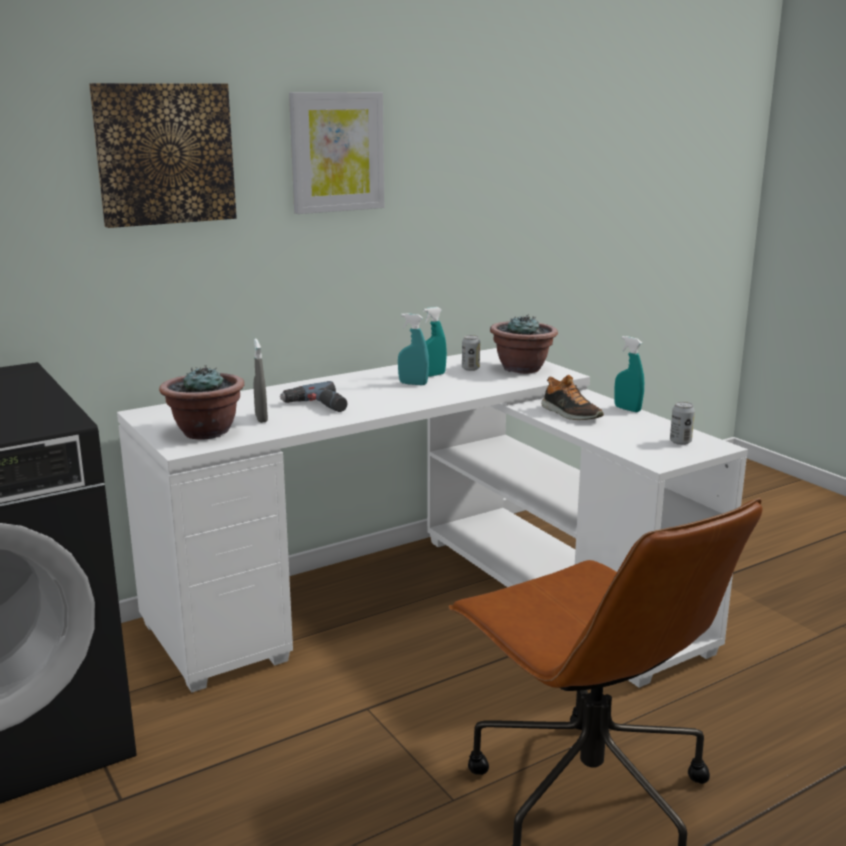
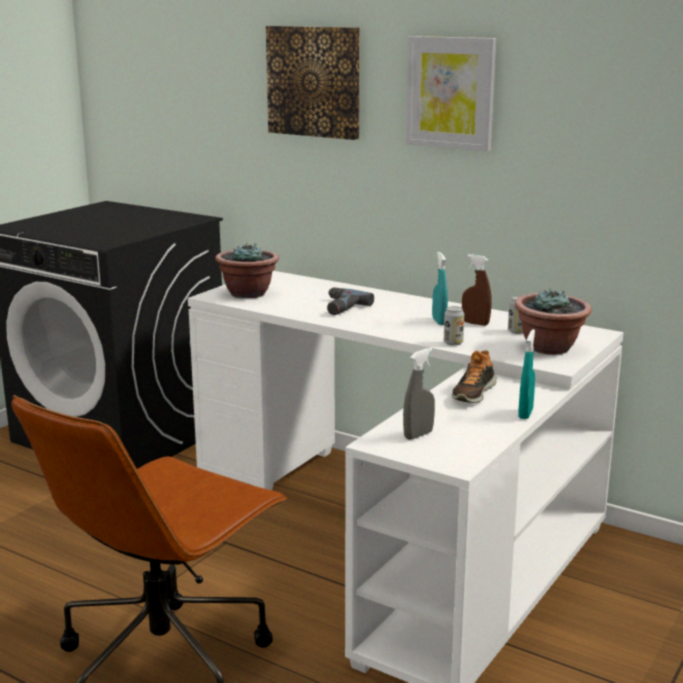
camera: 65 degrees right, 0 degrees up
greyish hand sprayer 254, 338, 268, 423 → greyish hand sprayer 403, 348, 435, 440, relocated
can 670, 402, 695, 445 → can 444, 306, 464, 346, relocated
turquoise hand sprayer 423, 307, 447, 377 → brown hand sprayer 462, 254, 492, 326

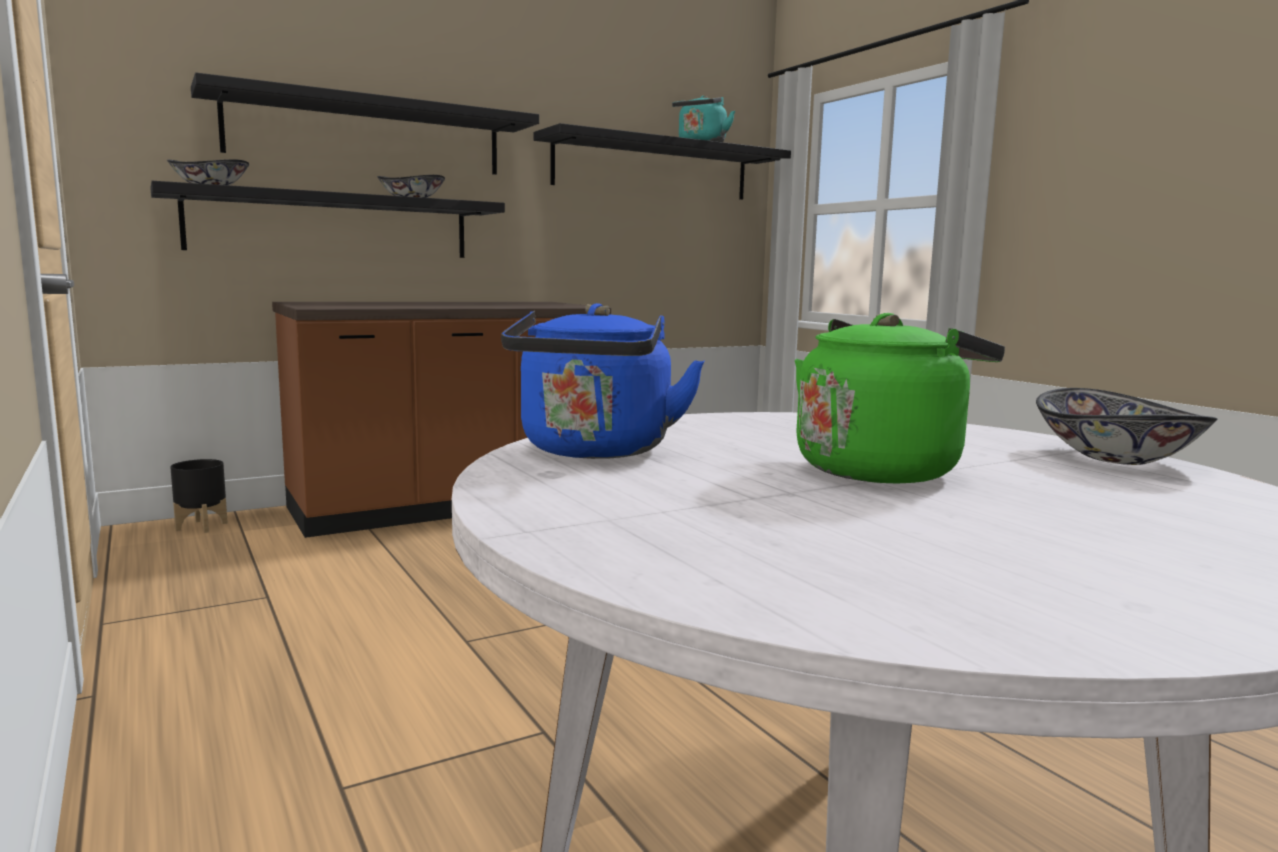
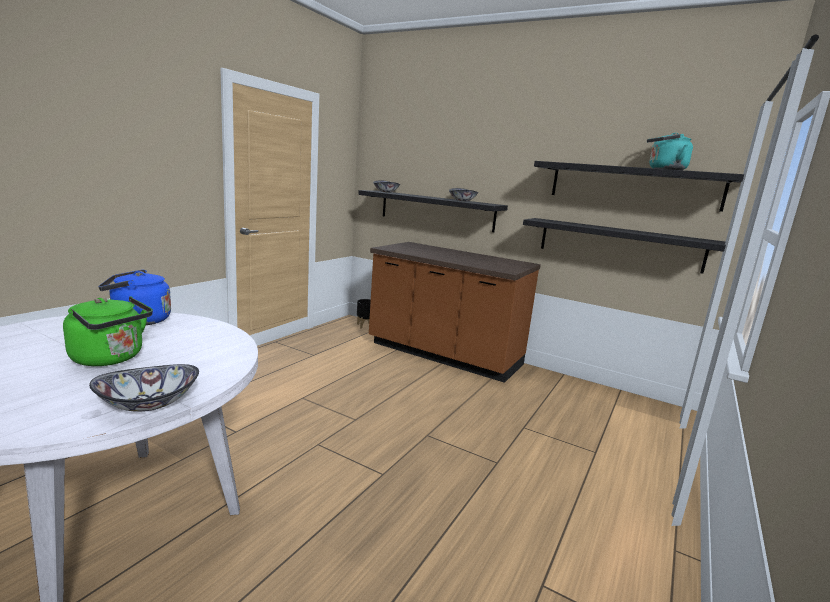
camera: 60 degrees right, 5 degrees up
black bracket shelf 191, 72, 539, 175 → black bracket shelf 523, 218, 726, 273, relocated

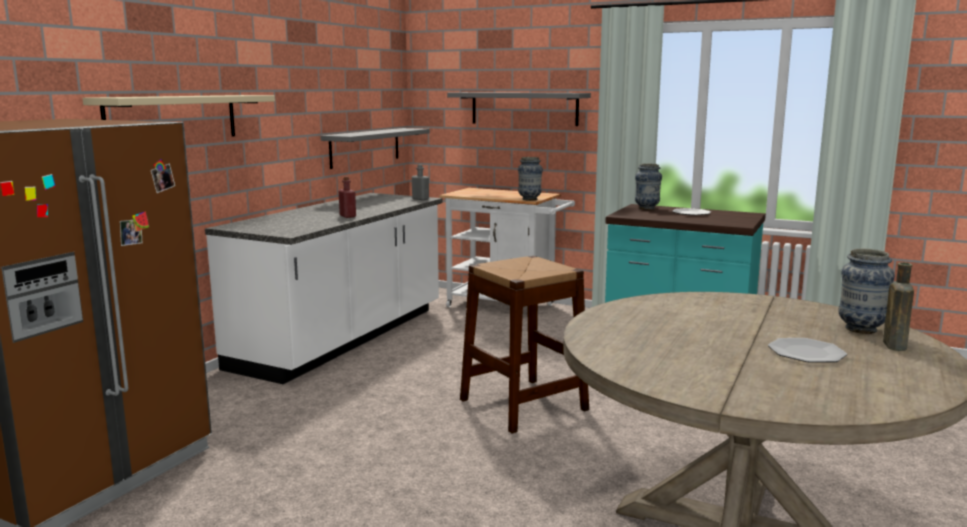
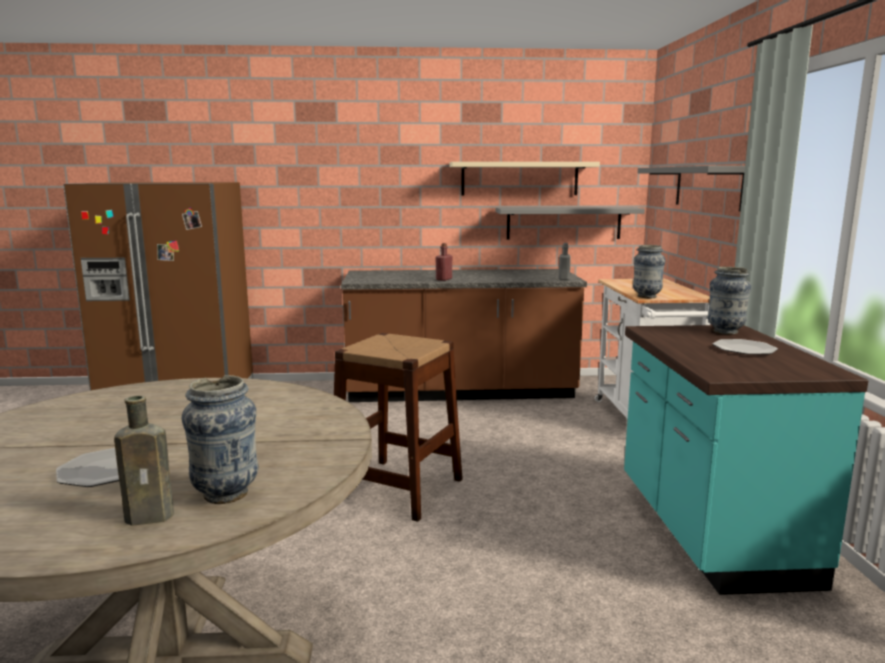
camera: 60 degrees right, 0 degrees up
beige bracket shelf 82, 95, 275, 137 → beige bracket shelf 449, 162, 600, 195, relocated
whitish counter 205, 193, 443, 384 → brown counter 341, 269, 587, 402

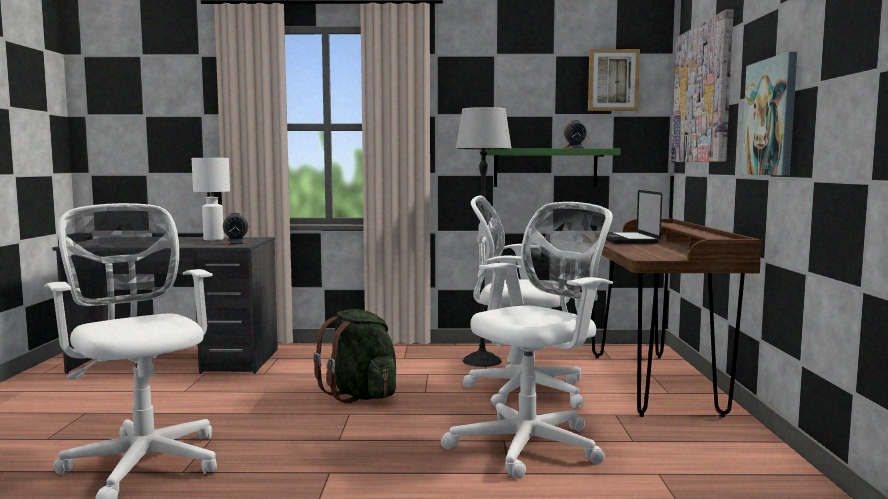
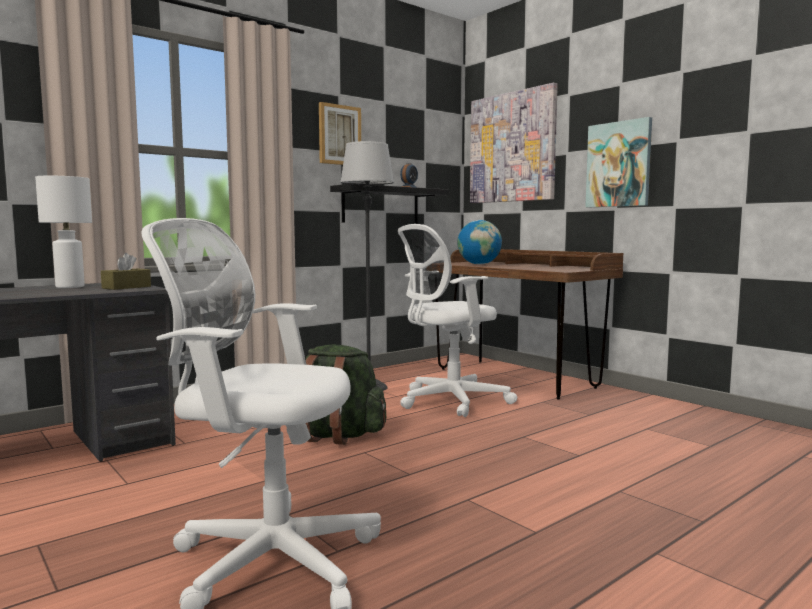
camera: 40 degrees left, 0 degrees up
whitish office chair 440, 202, 613, 479 → -
wall art 588, 49, 640, 111 → wall art 319, 102, 361, 165, relocated
table clock 223, 213, 249, 245 → brown box of tissues 101, 253, 151, 290
laptop 606, 190, 662, 244 → globe 457, 220, 502, 265
green-coloured bracket shelf 480, 148, 621, 187 → black bracket shelf 330, 184, 448, 223

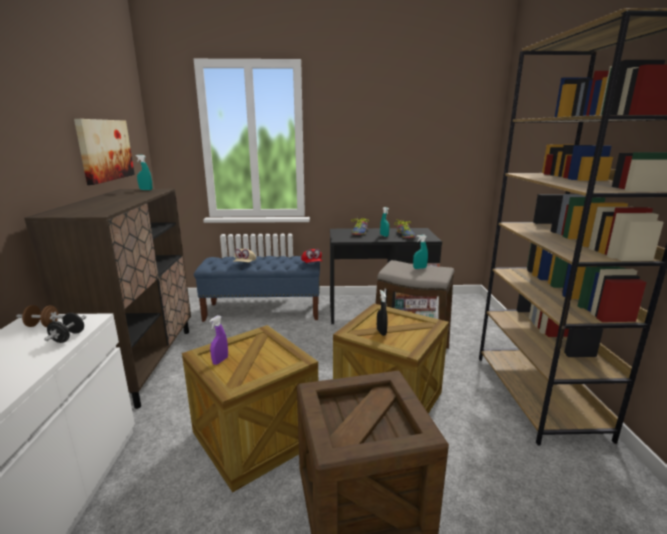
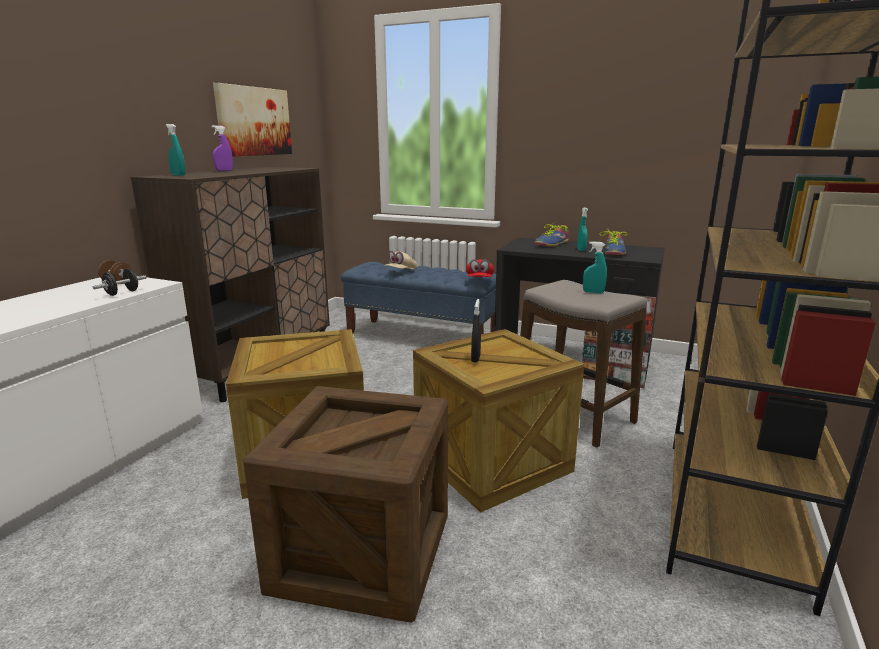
camera: 25 degrees right, 0 degrees up
turquoise hand sprayer 135, 155, 153, 190 → turquoise hand sprayer 166, 124, 185, 176, relocated
purplish hand sprayer 209, 315, 228, 365 → purplish hand sprayer 211, 125, 233, 171, relocated

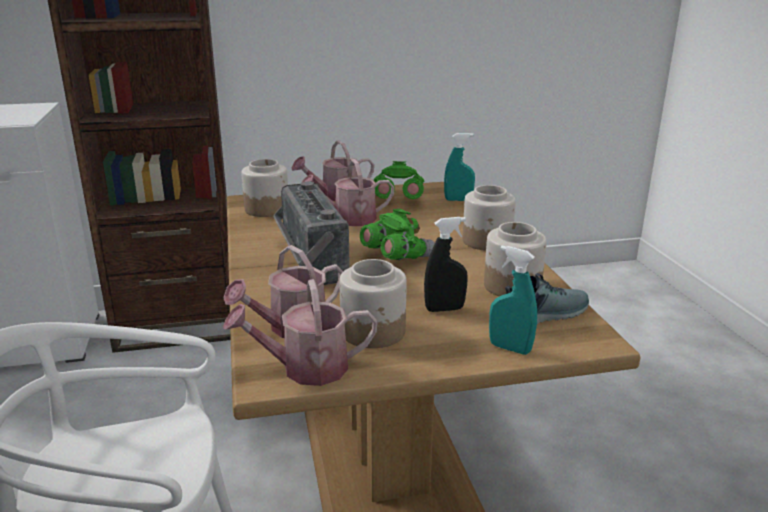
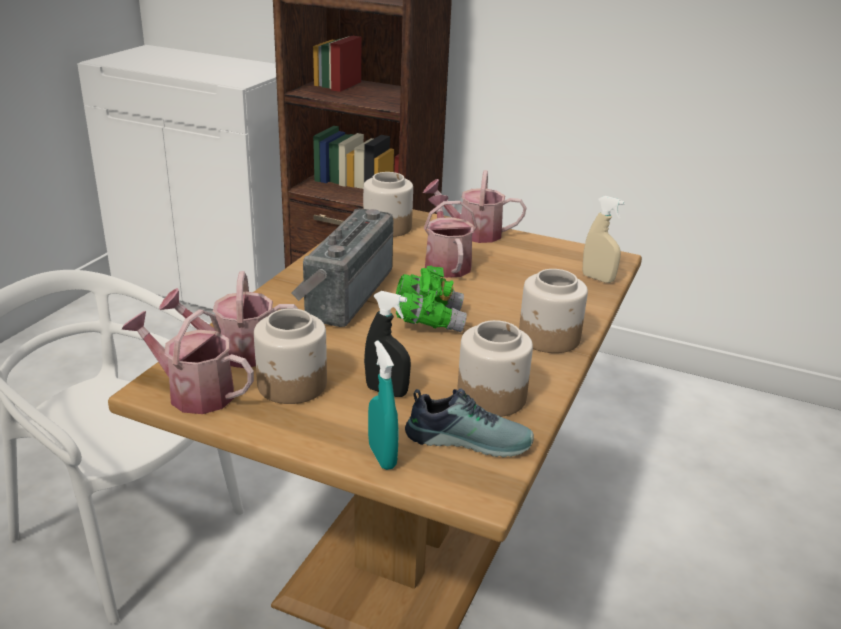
camera: 35 degrees right, 5 degrees up
green-coloured pair of binoculars 374, 161, 425, 199 → -
turquoise hand sprayer 444, 133, 475, 201 → beige hand sprayer 582, 196, 625, 283
watering can 302, 159, 394, 226 → watering can 424, 195, 477, 278, 60 degrees clockwise

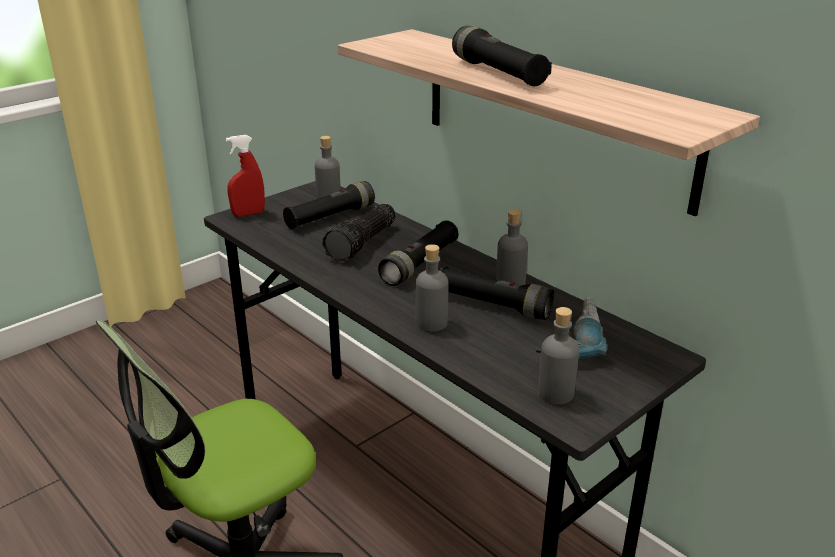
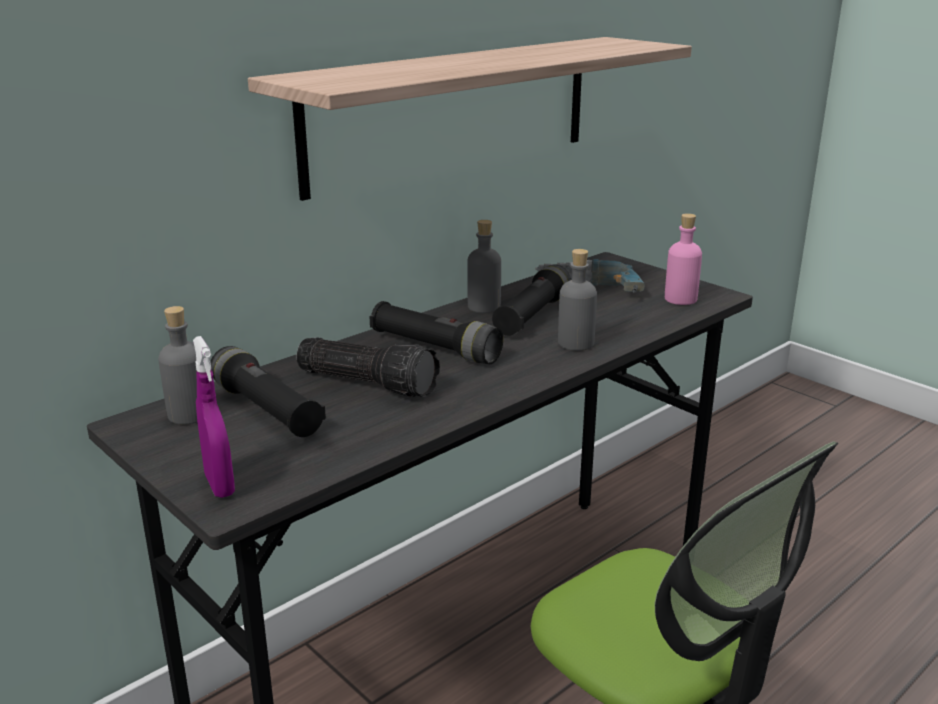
camera: 90 degrees left, 5 degrees down
black hand torch 452, 26, 552, 86 → -
red-coloured hand sprayer 226, 135, 265, 217 → purplish hand sprayer 193, 336, 235, 498
greyish beverage bottle 538, 307, 579, 405 → pink beverage bottle 665, 213, 702, 305

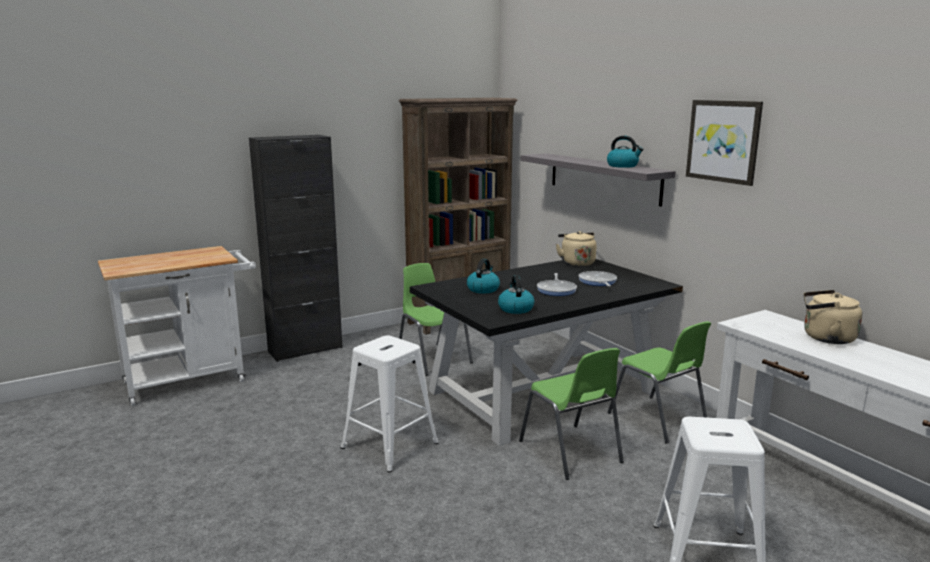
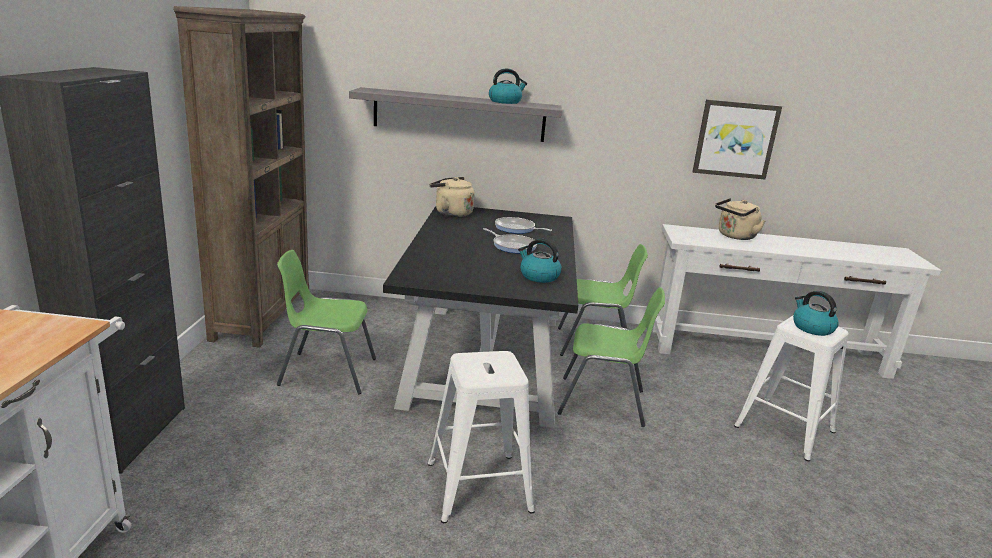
camera: 55 degrees left, 5 degrees up
kettle 467, 259, 500, 293 → kettle 793, 291, 839, 336, relocated
wall art 686, 100, 763, 186 → wall art 692, 99, 782, 179, relocated

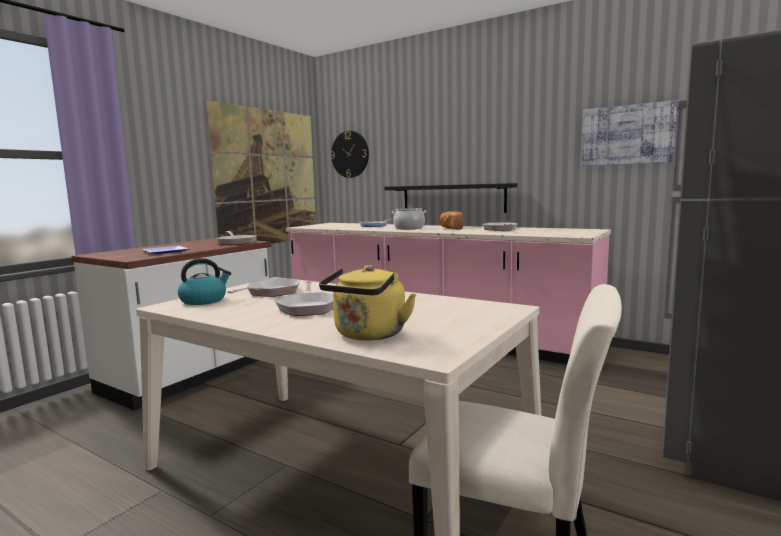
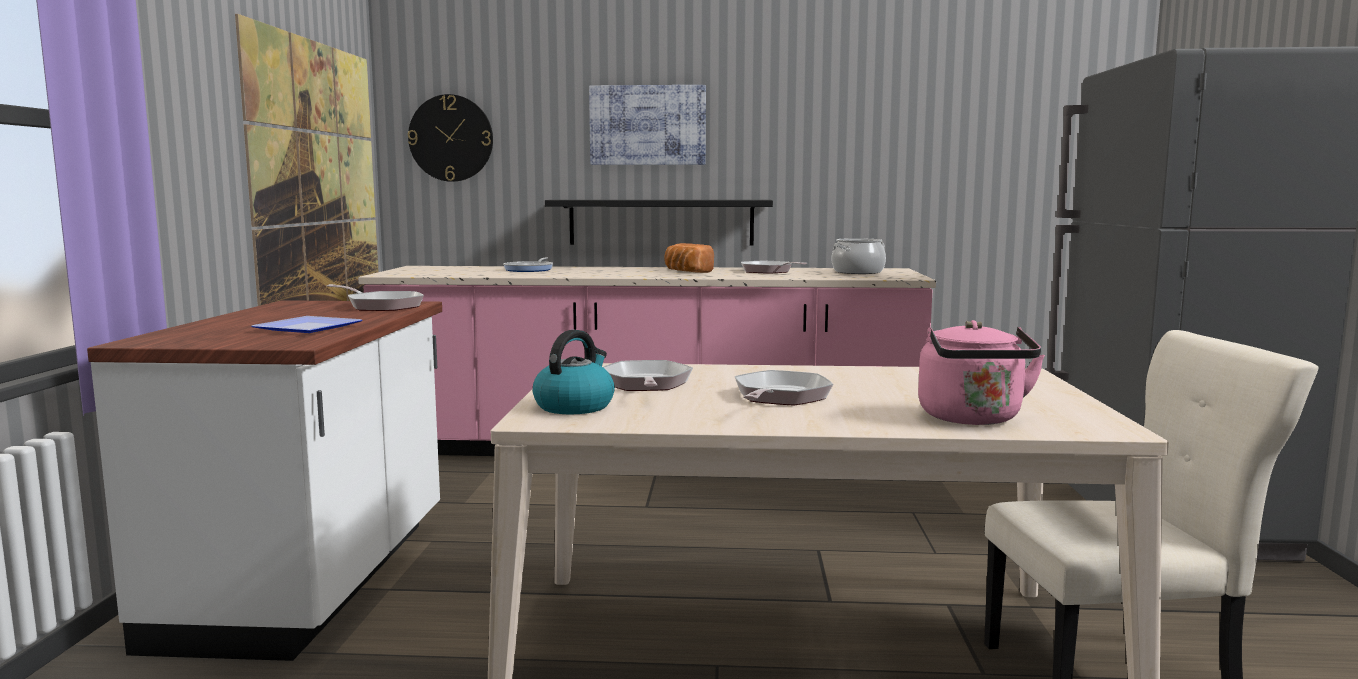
camera: 30 degrees left, 0 degrees up
saucepot 392, 208, 426, 229 → saucepot 832, 238, 886, 274, relocated
wall art 581, 100, 679, 166 → wall art 589, 85, 706, 165, relocated
yellow-coloured kettle 319, 265, 416, 341 → pink kettle 918, 320, 1045, 425
pan 275, 281, 334, 316 → pan 735, 370, 833, 406, 120 degrees counterclockwise

